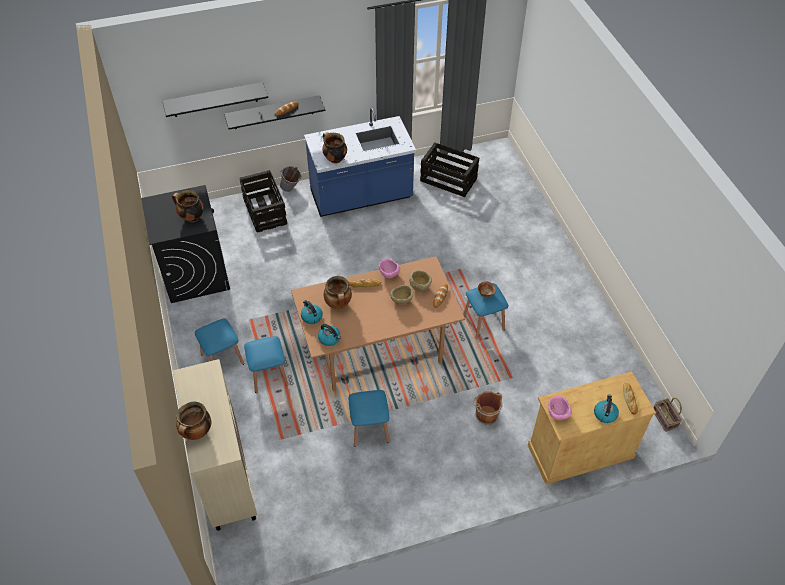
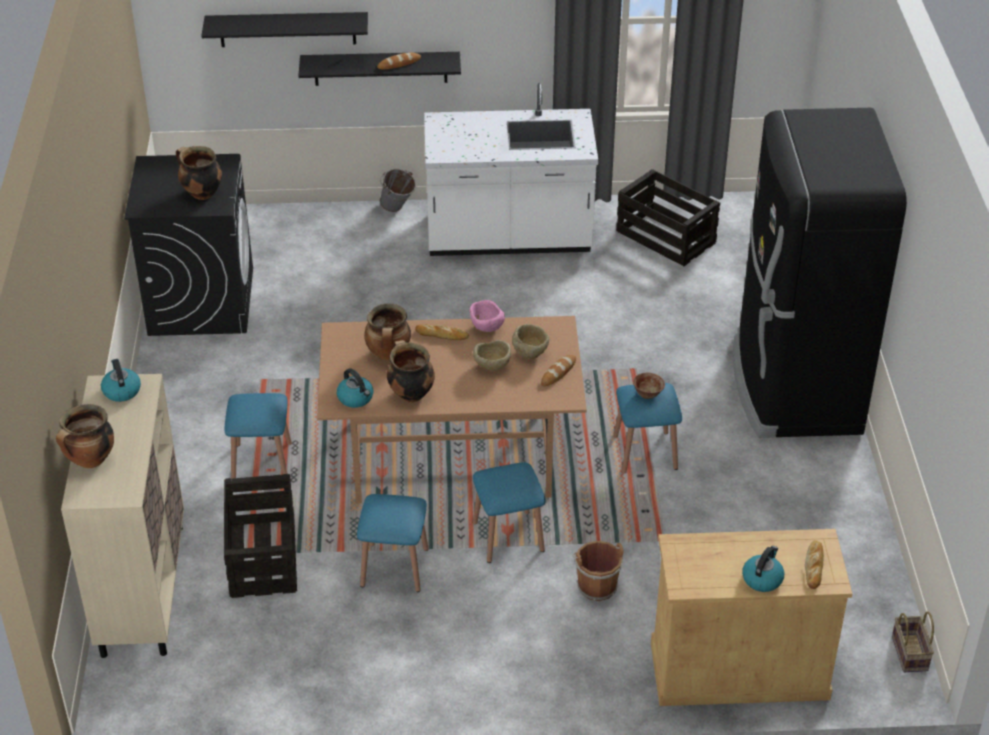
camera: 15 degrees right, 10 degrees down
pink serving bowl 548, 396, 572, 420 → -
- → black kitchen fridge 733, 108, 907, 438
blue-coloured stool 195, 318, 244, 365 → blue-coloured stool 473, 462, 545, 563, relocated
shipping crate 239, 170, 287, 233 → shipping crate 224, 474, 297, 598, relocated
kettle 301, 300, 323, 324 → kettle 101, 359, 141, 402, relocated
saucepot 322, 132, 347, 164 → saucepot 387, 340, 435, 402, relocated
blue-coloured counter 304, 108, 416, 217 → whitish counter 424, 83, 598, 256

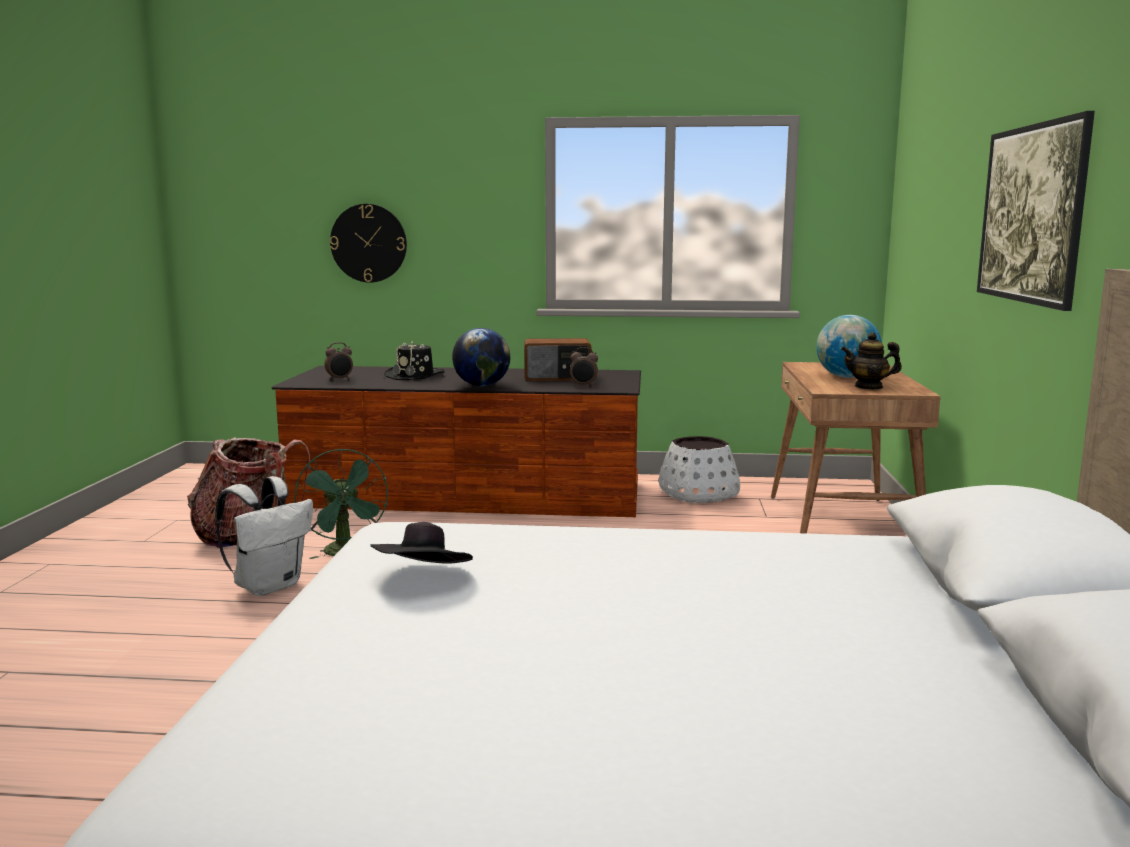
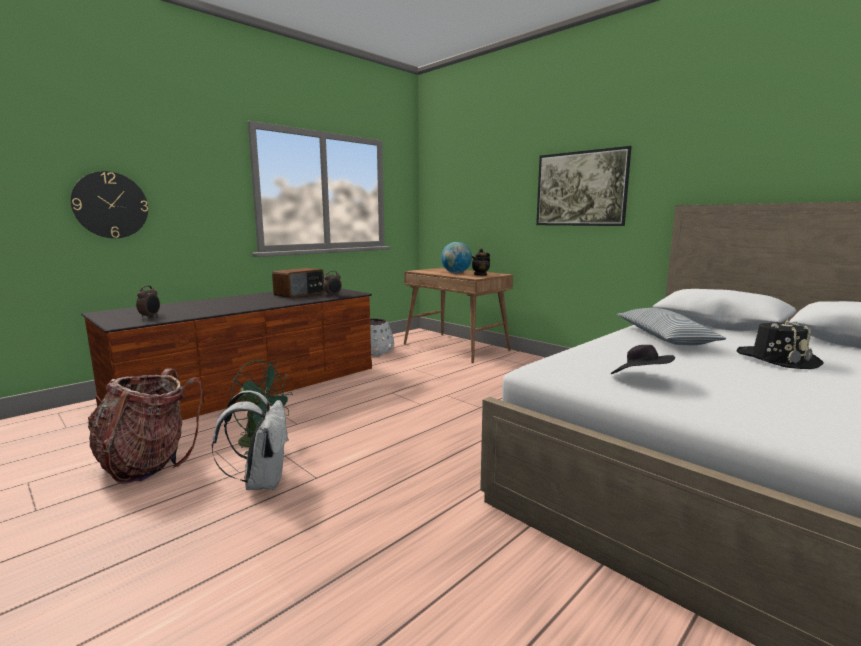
camera: 50 degrees left, 0 degrees up
globe 452, 328, 510, 386 → -
- → throw pillow 617, 308, 726, 345
black hat 384, 341, 445, 380 → black hat 737, 319, 824, 369, relocated

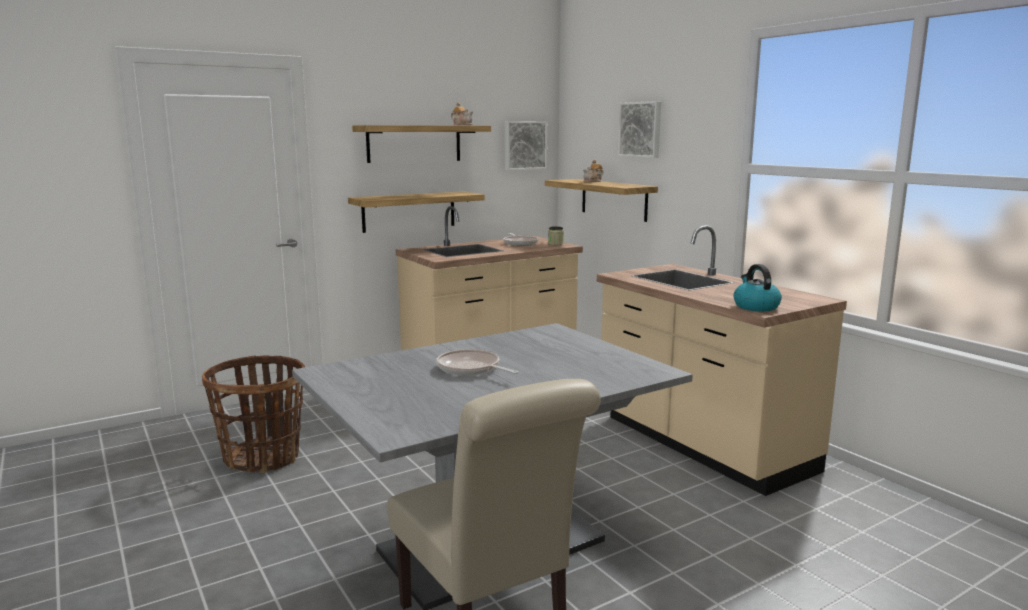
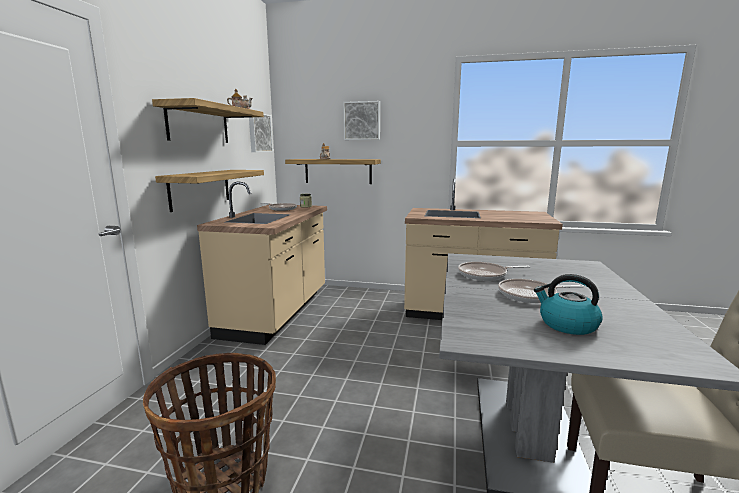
camera: 45 degrees left, 0 degrees up
- → pan 458, 262, 530, 281
kettle 734, 264, 782, 311 → kettle 534, 274, 603, 335, relocated

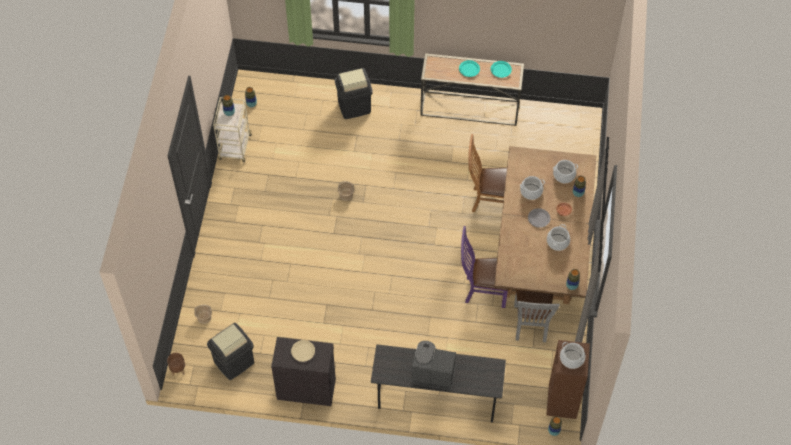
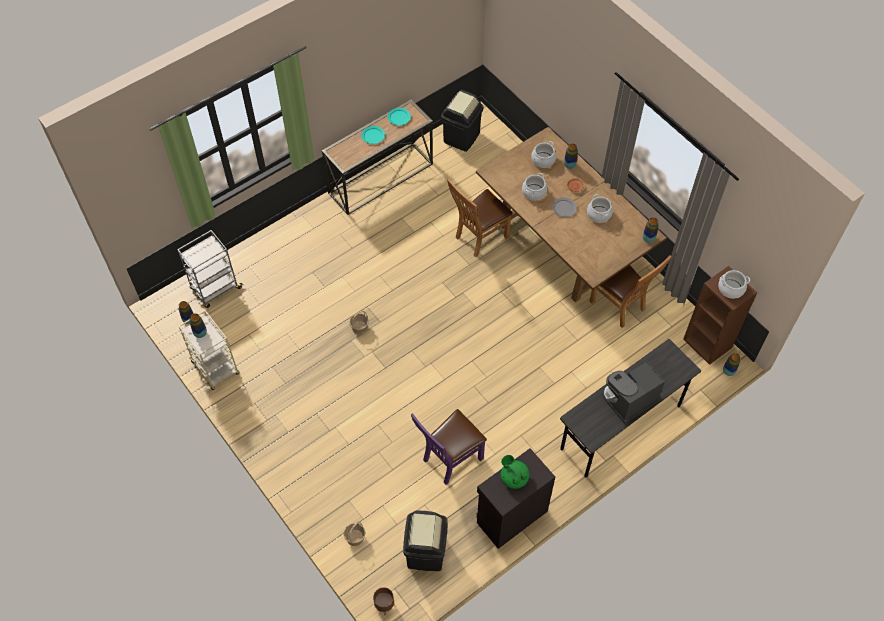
camera: 45 degrees left, 0 degrees up
- → greyish wheeled cart 177, 230, 243, 308
black rubbish bin 335, 68, 373, 119 → black rubbish bin 441, 90, 483, 152, relocated
purplish chair 461, 226, 510, 308 → purplish chair 411, 409, 487, 485, relocated
beige plate 291, 340, 315, 362 → green-coloured teapot 501, 455, 530, 489
greyish chair 514, 290, 560, 342 → brown chair 589, 256, 671, 328

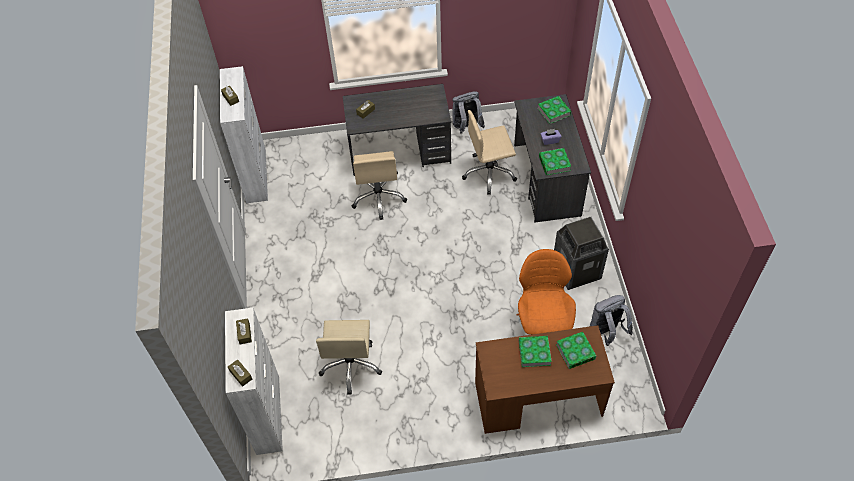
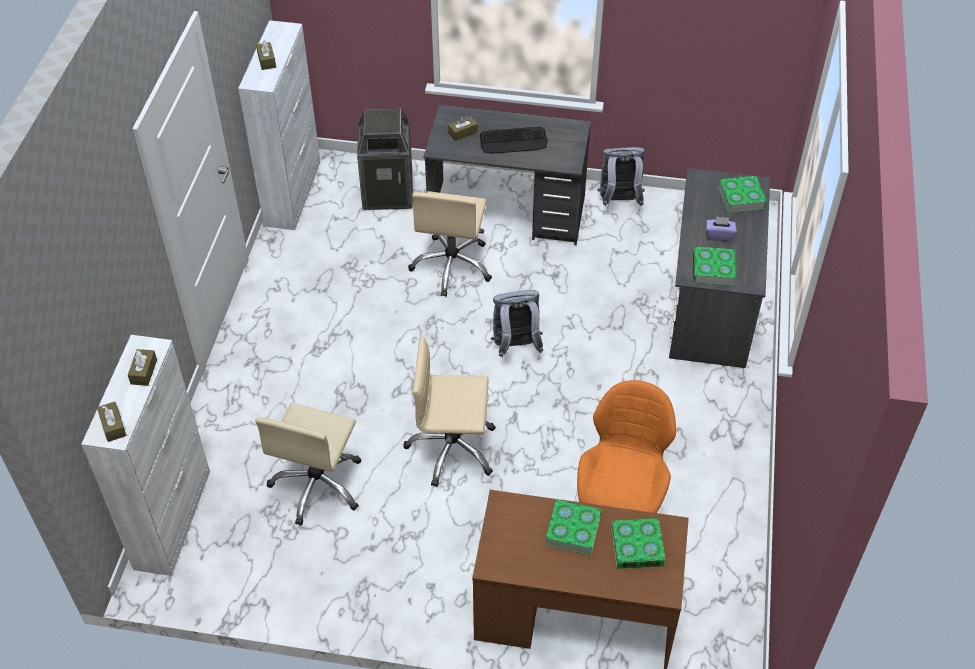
camera: 15 degrees right, 5 degrees down
- → keyboard 480, 127, 548, 154
beige office chair 462, 110, 517, 195 → beige office chair 403, 337, 496, 487, relocated
rubbish bin 554, 217, 609, 290 → rubbish bin 357, 109, 413, 210, relocated
greyish knapsack 590, 295, 633, 346 → greyish knapsack 491, 290, 544, 357, relocated

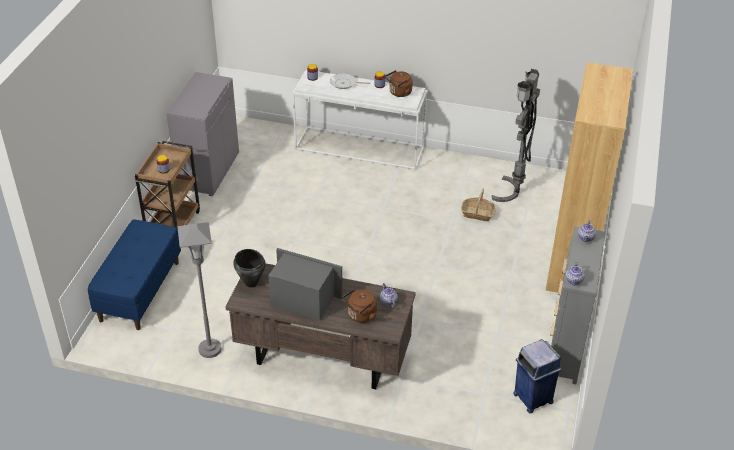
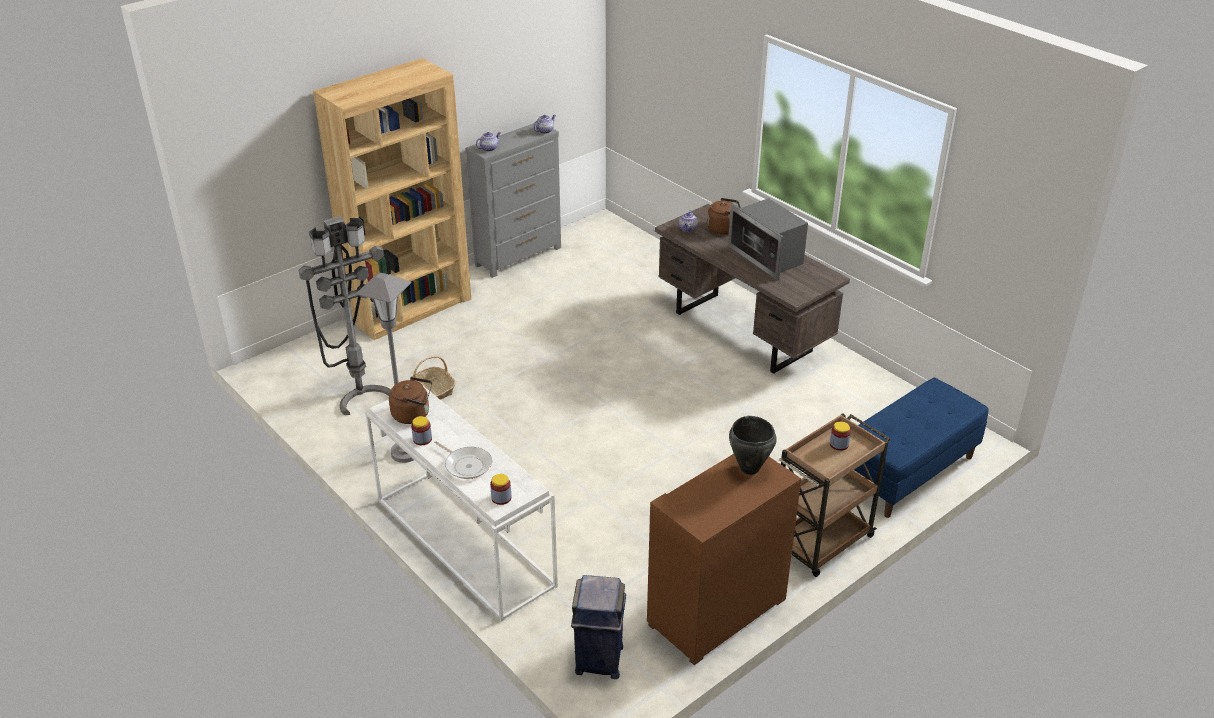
camera: 145 degrees left, 5 degrees down
greyish standard lamp 177, 222, 221, 358 → greyish standard lamp 356, 273, 414, 463, relocated
black saucepot 233, 249, 266, 288 → black saucepot 729, 416, 777, 475, relocated
blue-coloured rubbish bin 513, 339, 562, 413 → blue-coloured rubbish bin 571, 575, 626, 679, relocated
greyish storage cabinet 166, 72, 239, 196 → brown storage cabinet 647, 454, 801, 665

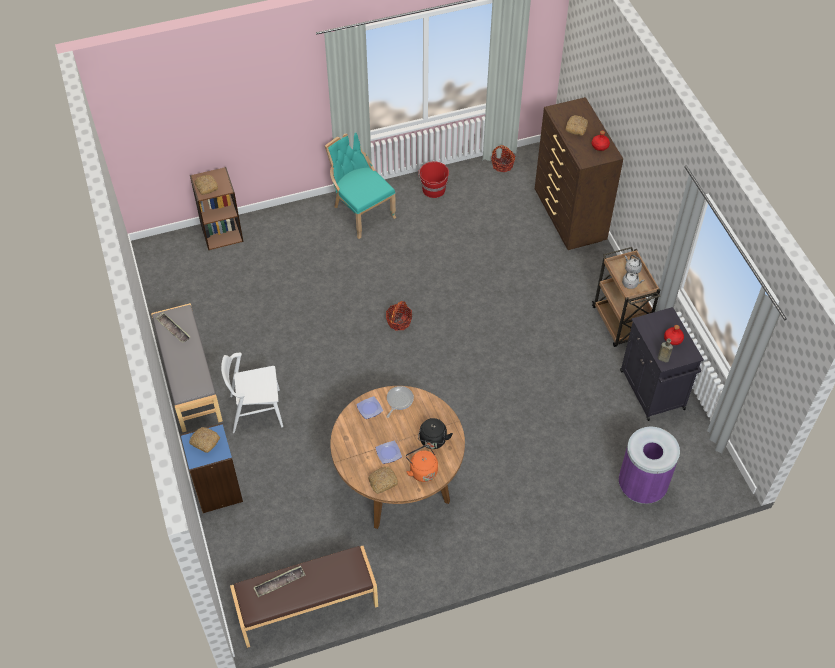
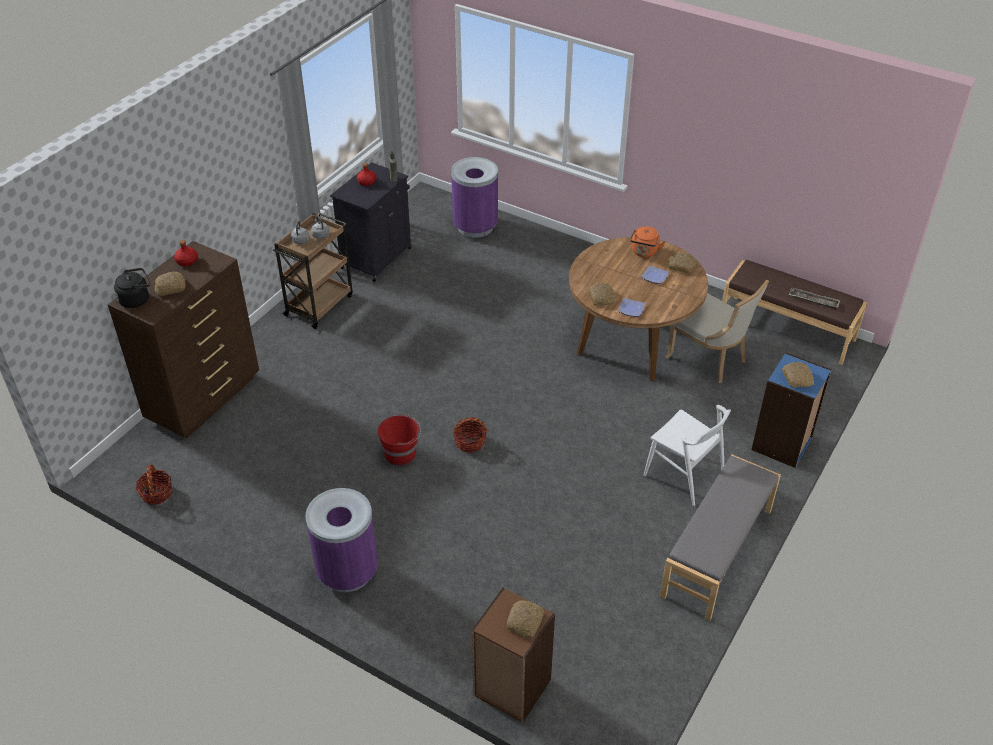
camera: 130 degrees left, 10 degrees down
carrying tray 155, 312, 191, 343 → -
- → beige chair 666, 279, 769, 383
red-coloured bucket 418, 162, 449, 198 → red-coloured bucket 378, 414, 421, 465, relocated
black kettle 418, 418, 453, 449 → black kettle 114, 268, 150, 308, relocated
turquoise chair 325, 133, 396, 239 → purplish rubbish bin 305, 488, 378, 592
pan 386, 386, 414, 418 → bakery bread 588, 283, 615, 306

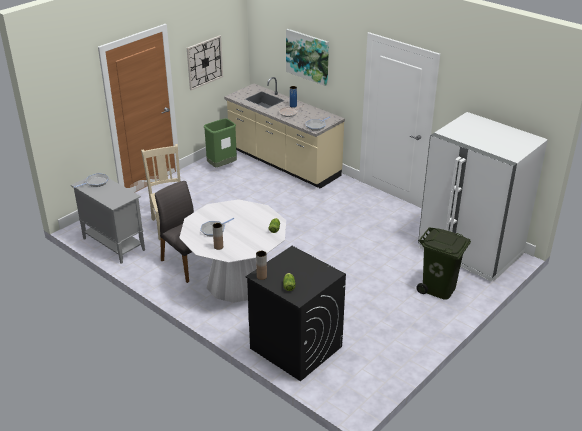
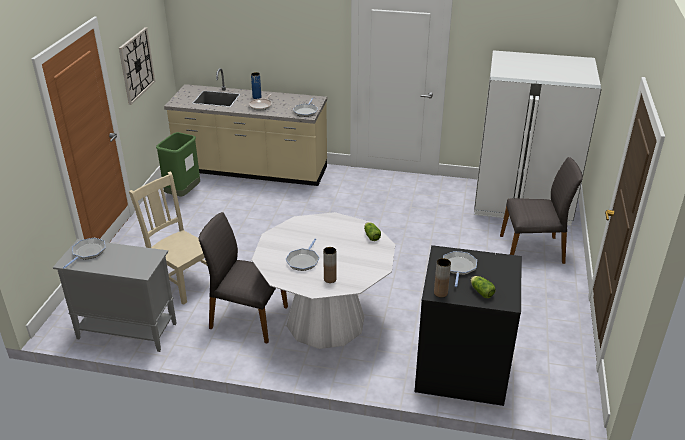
camera: 30 degrees left, 0 degrees up
wall art 286, 29, 329, 86 → -
- → pan 443, 251, 477, 287
green-coloured rubbish bin 416, 228, 471, 300 → greyish chair 500, 157, 583, 264

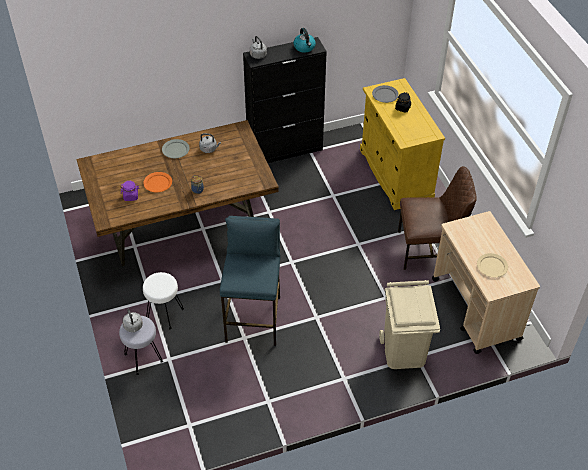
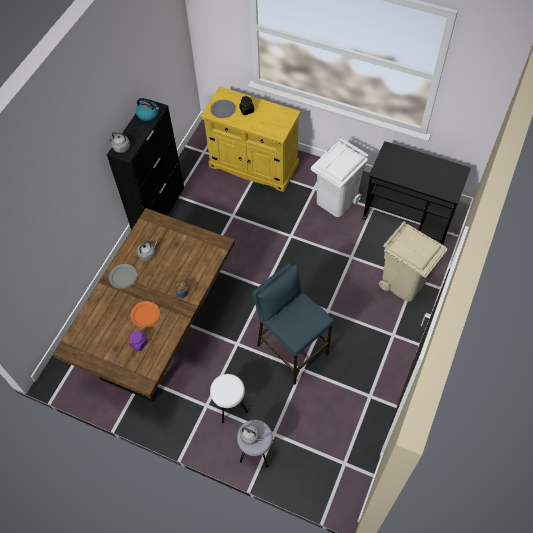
camera: 45 degrees left, 10 degrees up
beige plate 477, 253, 508, 277 → -
brown chair 398, 166, 477, 270 → whitish rubbish bin 311, 138, 368, 217
beige wheeled cart 432, 211, 540, 354 → black wheeled cart 362, 141, 471, 245

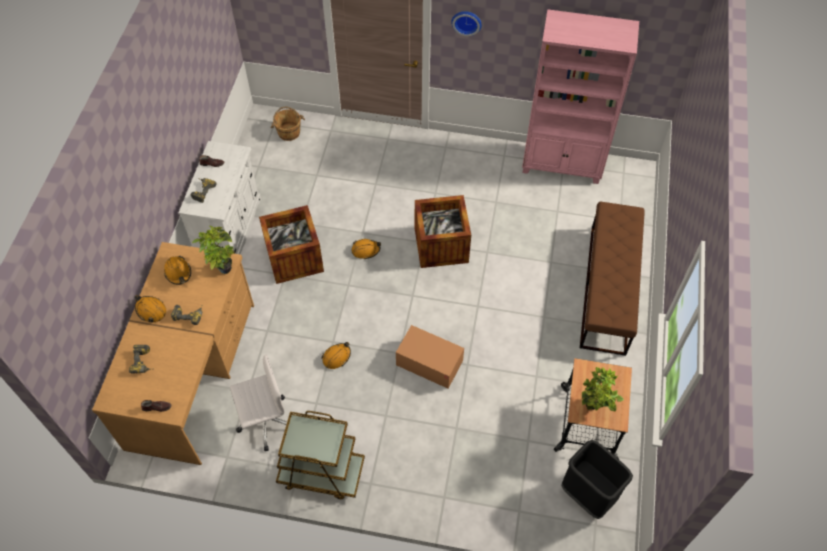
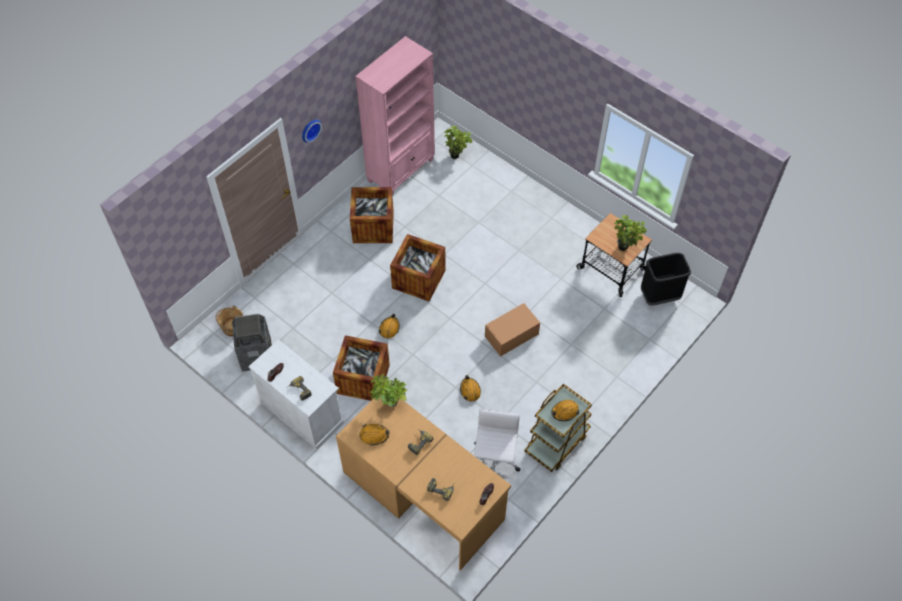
camera: 60 degrees left, 0 degrees up
brown bench 580, 202, 645, 356 → -
- → rubbish bin 232, 314, 272, 371
- → shipping crate 350, 187, 394, 243
- → houseplant 444, 125, 472, 159
orangey safety helmet 135, 295, 166, 323 → orangey safety helmet 551, 400, 579, 421, relocated

